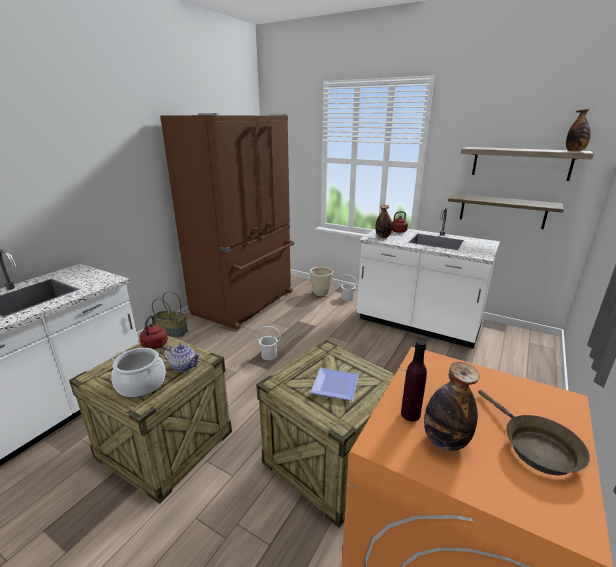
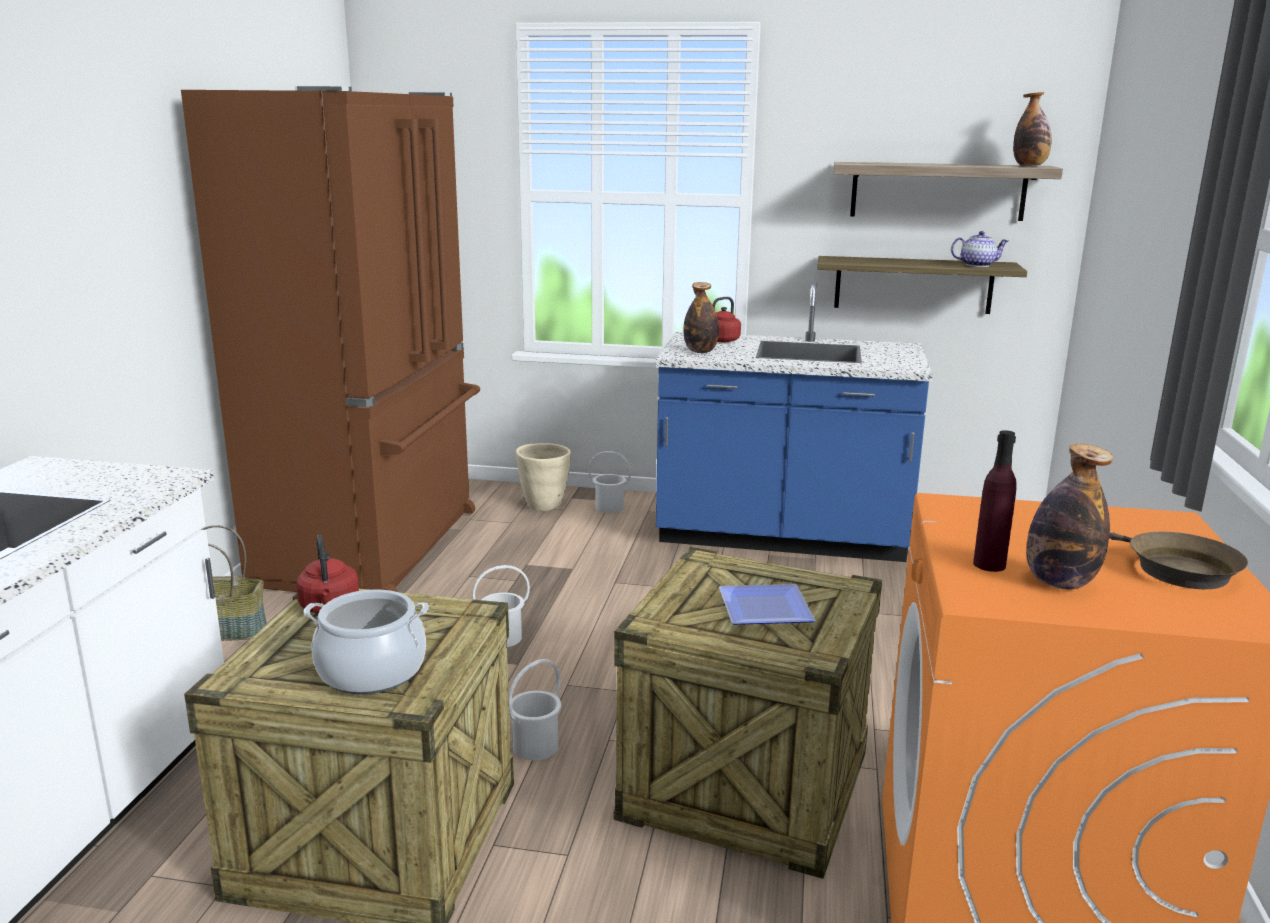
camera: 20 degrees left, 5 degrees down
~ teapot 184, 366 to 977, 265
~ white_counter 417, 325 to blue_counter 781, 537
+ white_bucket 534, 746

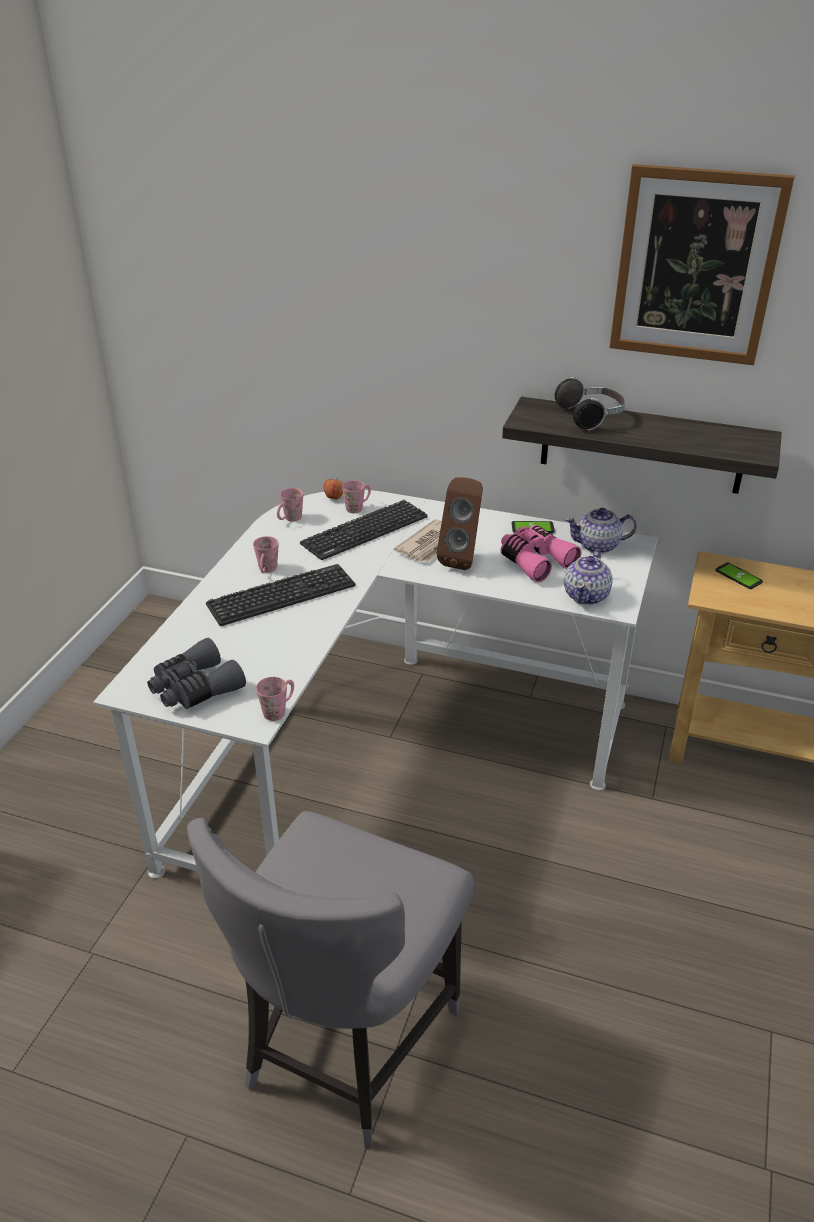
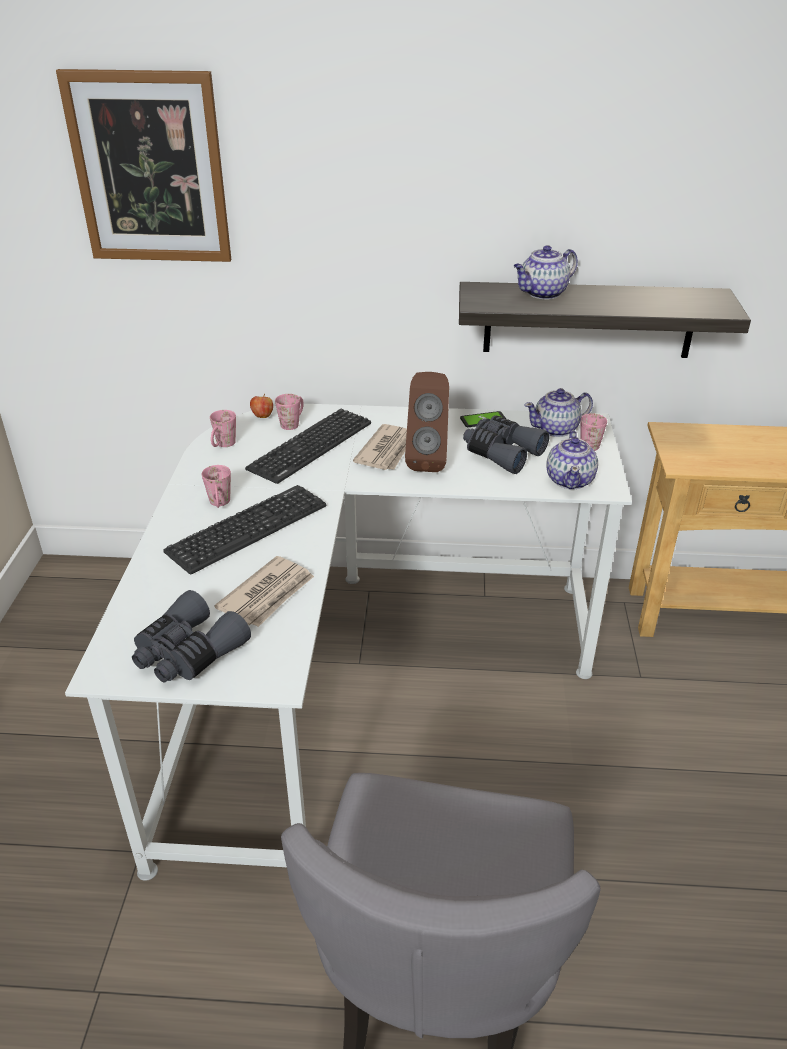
camera: 15 degrees left, 0 degrees up
~ pink_mug 279, 709 to 591, 443
~ pink_binoculars 535, 560 to grey_binoculars 501, 452
~ headphones 590, 417 to teapot 542, 293
~ picture 695, 266 to 149, 169
- phone 738, 576
+ newspaper 268, 595

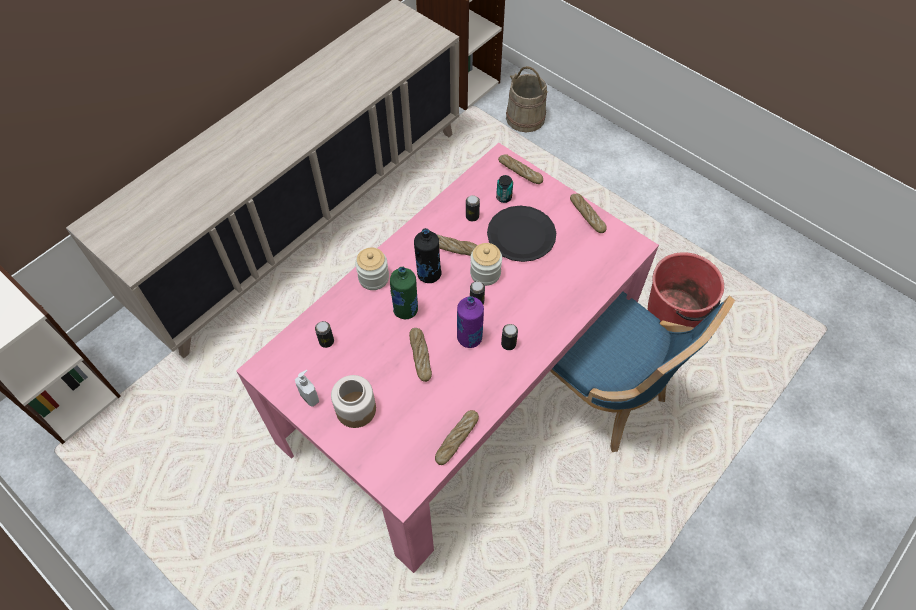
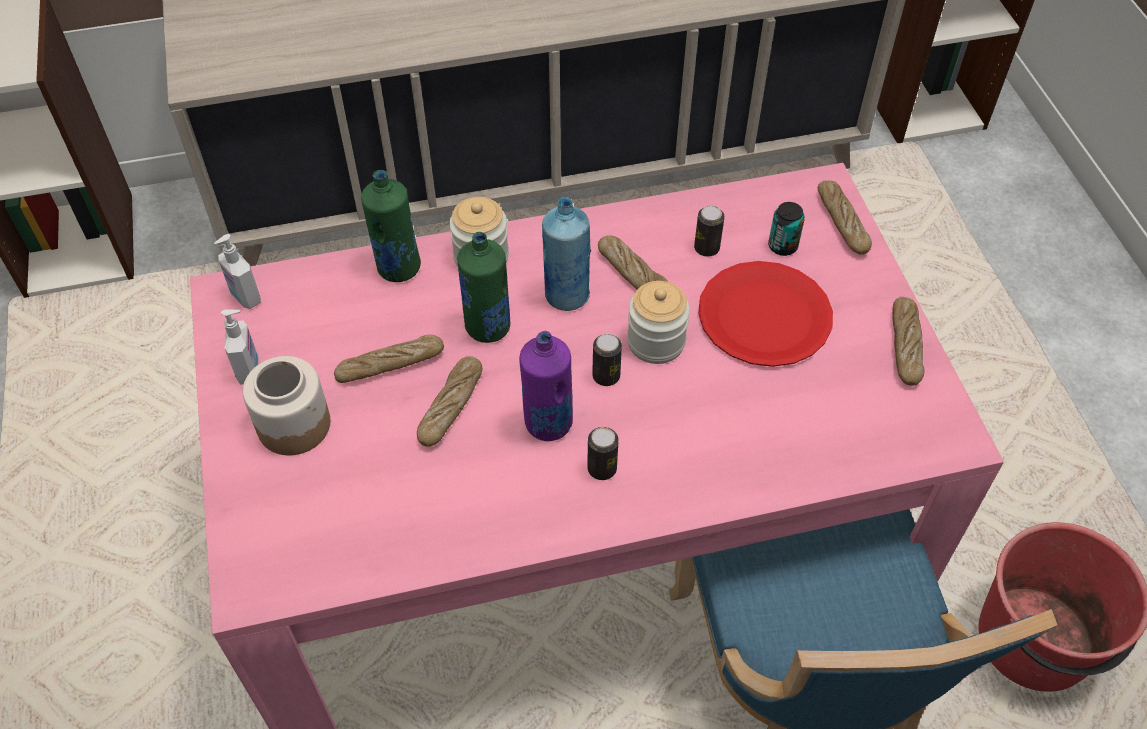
camera: 35 degrees right, 5 degrees down
- can 326, 341
~ black_bottle 428, 274 to blue_bottle 566, 295
~ bread 457, 439 to 390, 365
~ black_plate 521, 235 to red_plate 765, 316
- beige_bucket 525, 118
+ soap_dispenser 245, 297
+ green_bottle 398, 268

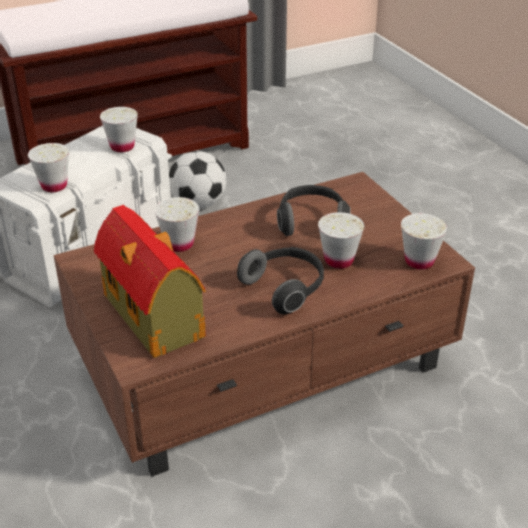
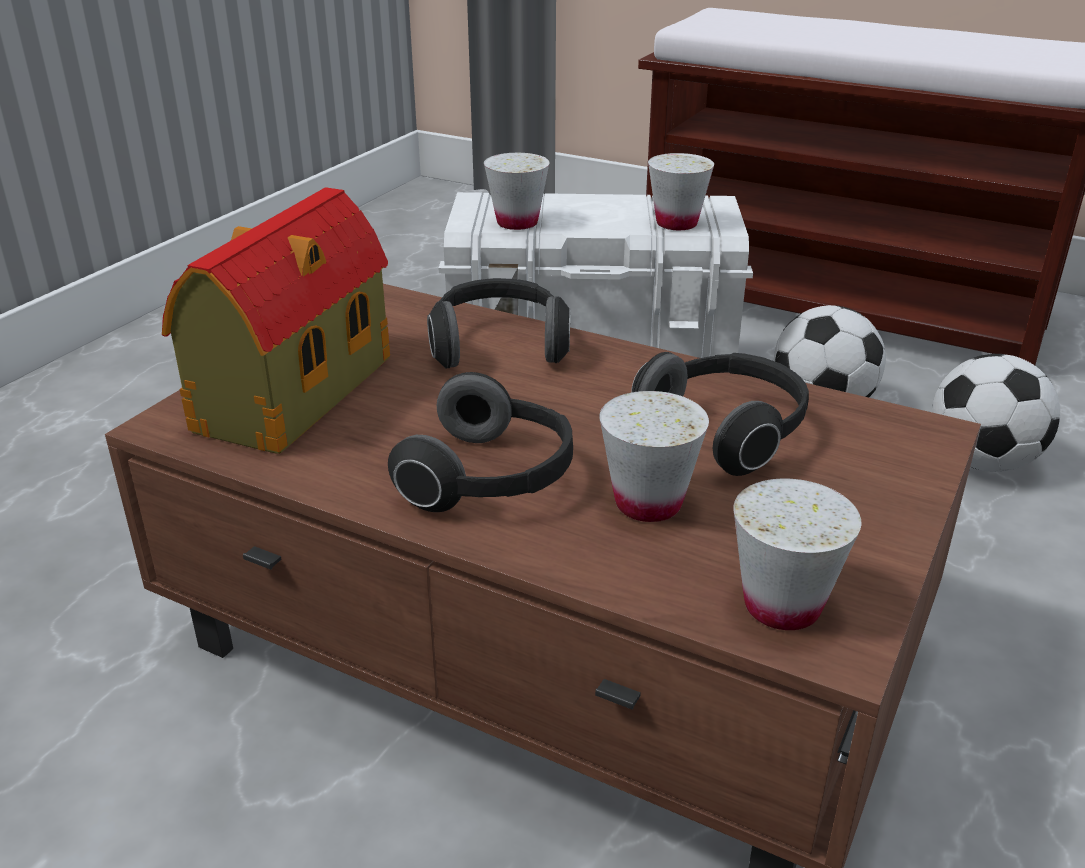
camera: 55 degrees right, 5 degrees down
~ white_cup 179, 244 to headphones 499, 346
+ football 982, 461

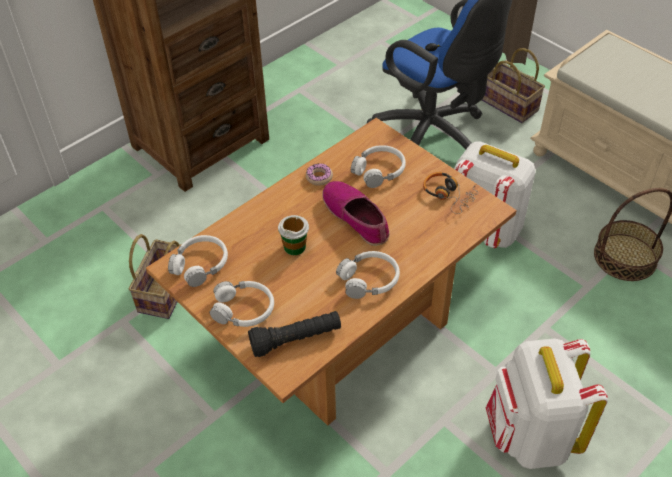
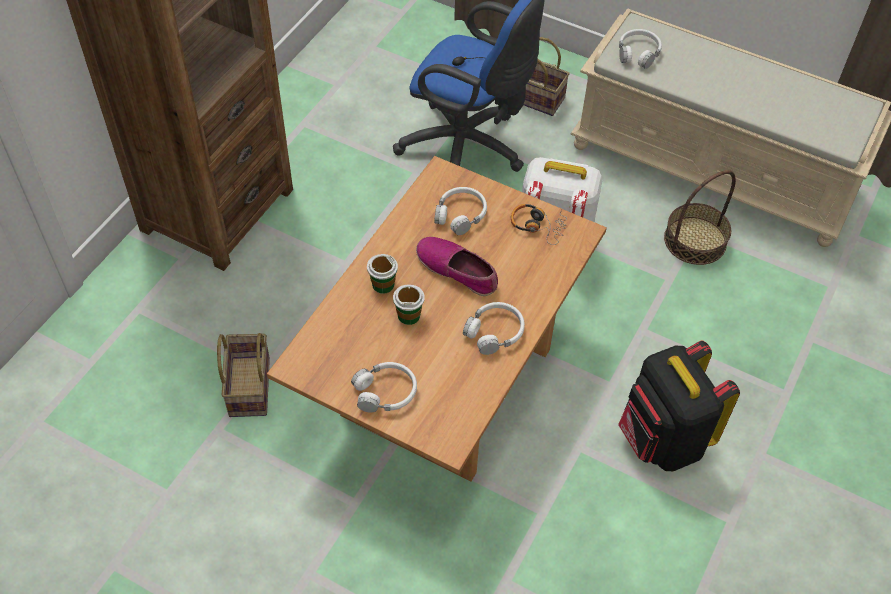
camera: 20 degrees left, 5 degrees up
~ white_headphones 200, 265 to 638, 53
- black_flashlight 296, 339
- donut 319, 177
~ white_backpack 530, 436 to black_backpack 662, 440
+ cup 383, 284

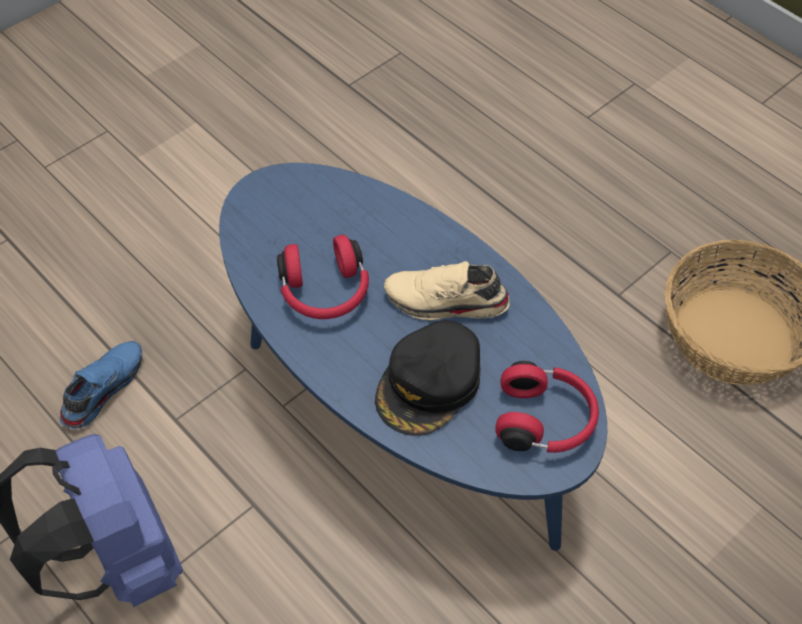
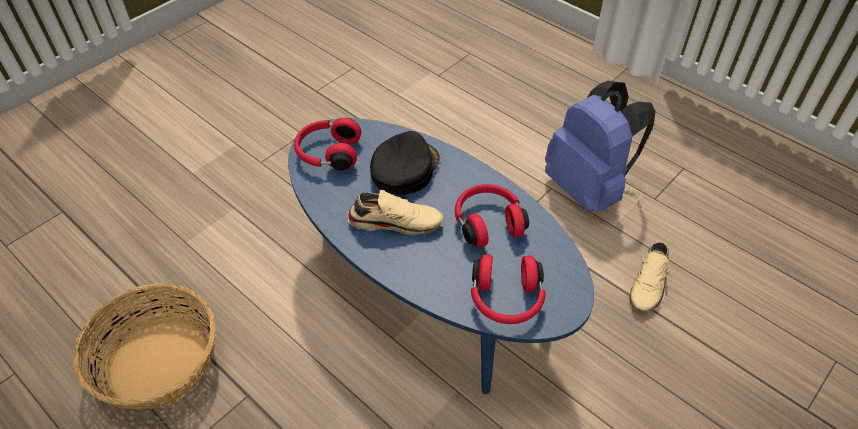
camera: 175 degrees right, 5 degrees down
~ blue_shoe 102, 388 to beige_shoe 649, 284
+ red_headphones 506, 299

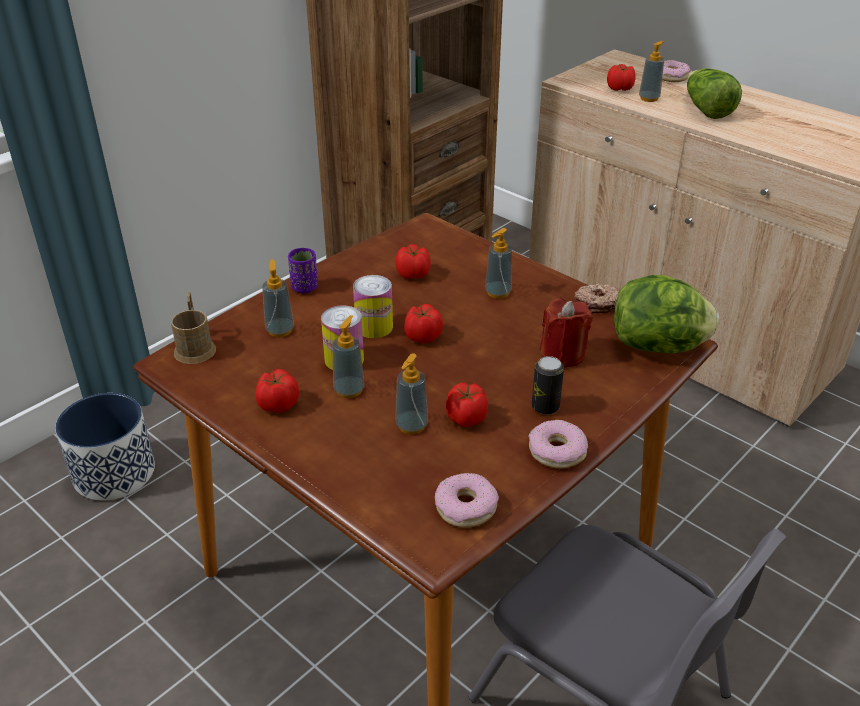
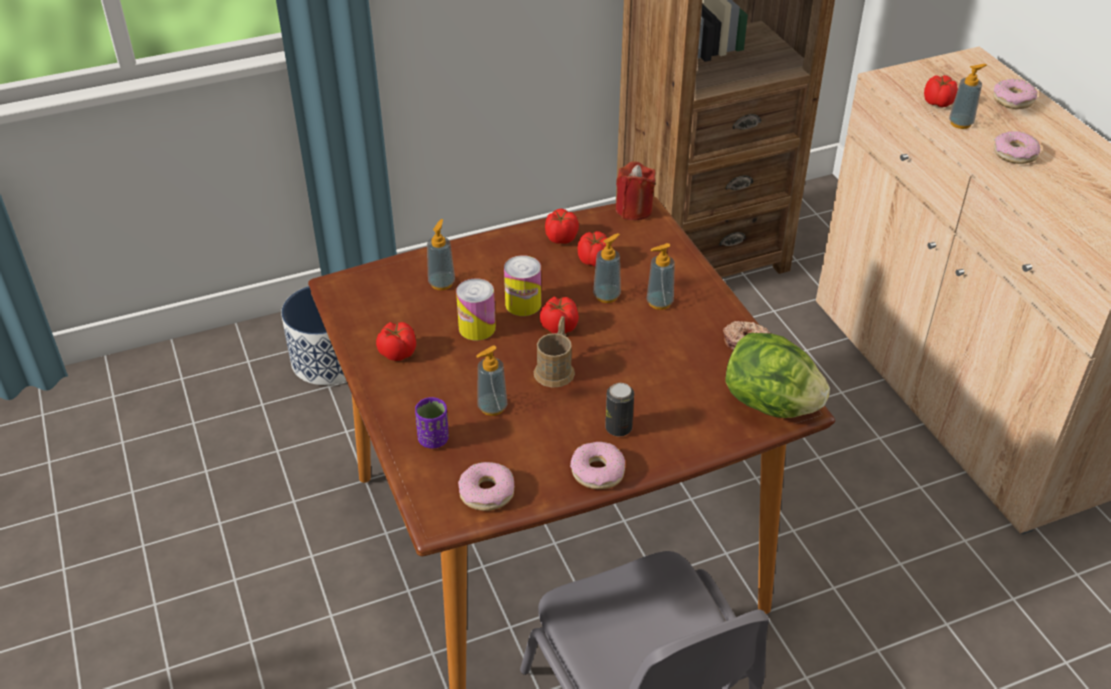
camera: 25 degrees right, 5 degrees up
~ brown_mug 195, 347 to 556, 368
~ purple_cup 304, 288 to 433, 439
~ soap_dispenser 349, 390 to 606, 296
~ tomato 466, 419 to 560, 238
~ red_candle 563, 354 to 634, 210
~ lettuce 706, 110 to donut 1015, 154

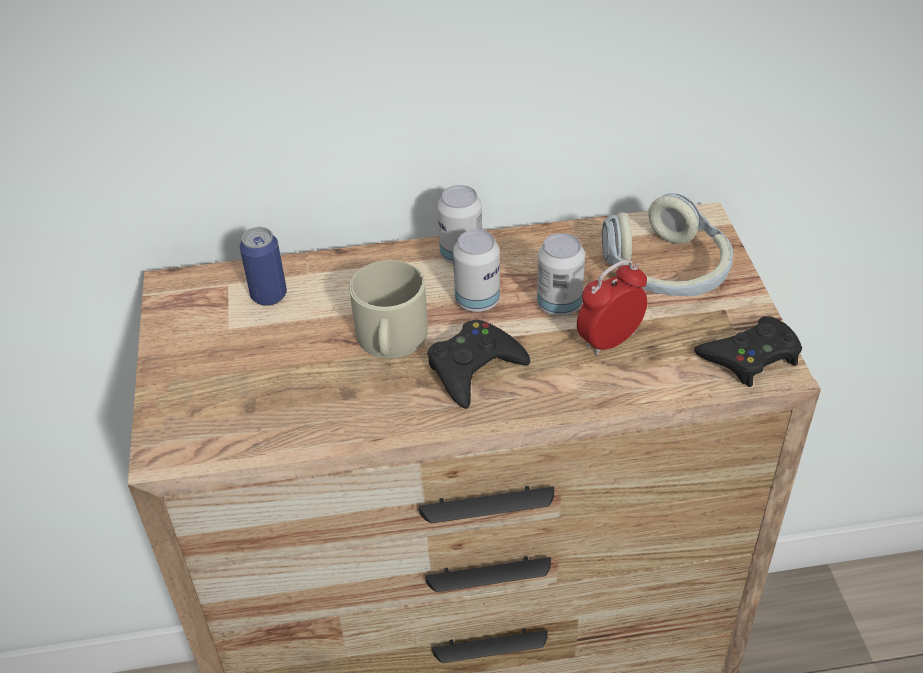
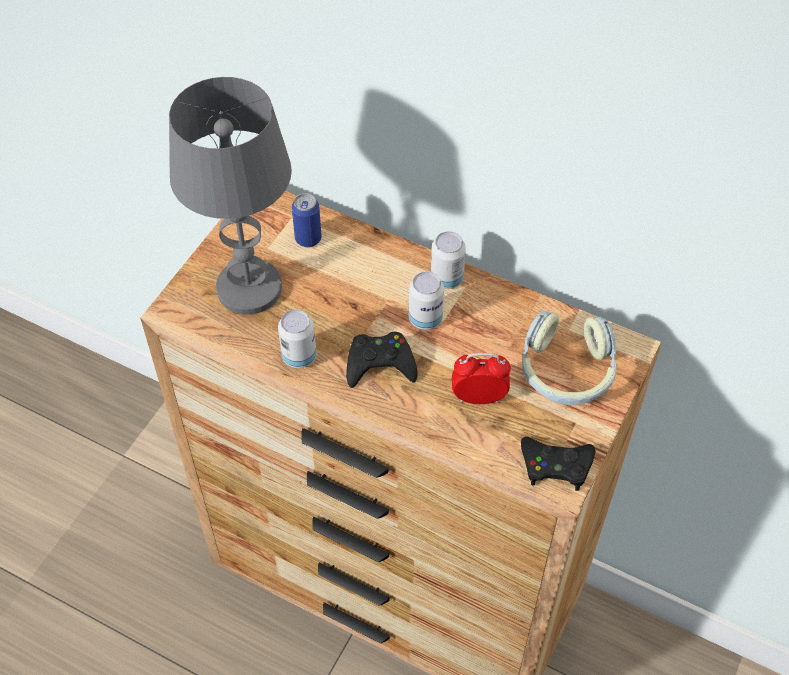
camera: 35 degrees right, 10 degrees up
- beige_mug 390, 340
~ can 559, 305 to 299, 356
+ grey_table_lamp 248, 289

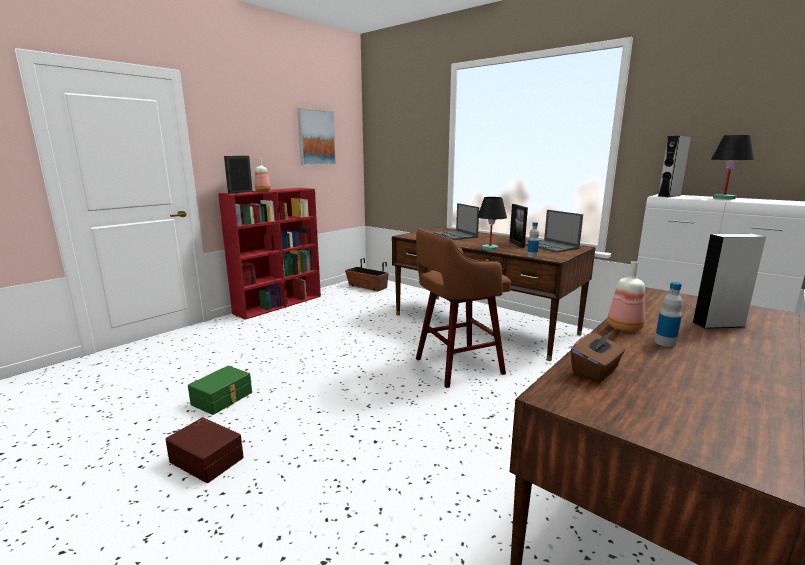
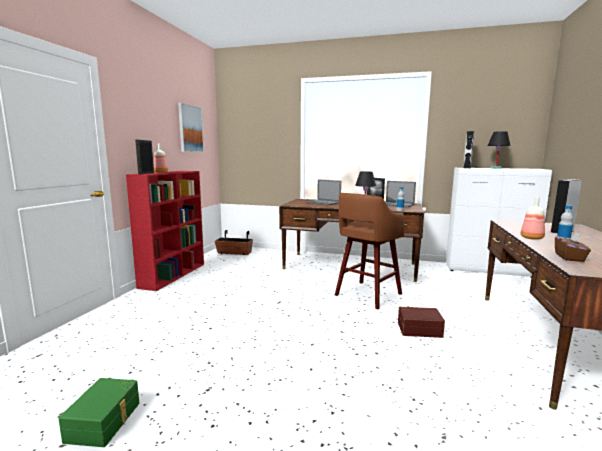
camera: 25 degrees left, 5 degrees down
~ brown_storage_box 208, 458 to 419, 329
~ green_storage_box 223, 399 to 105, 421

